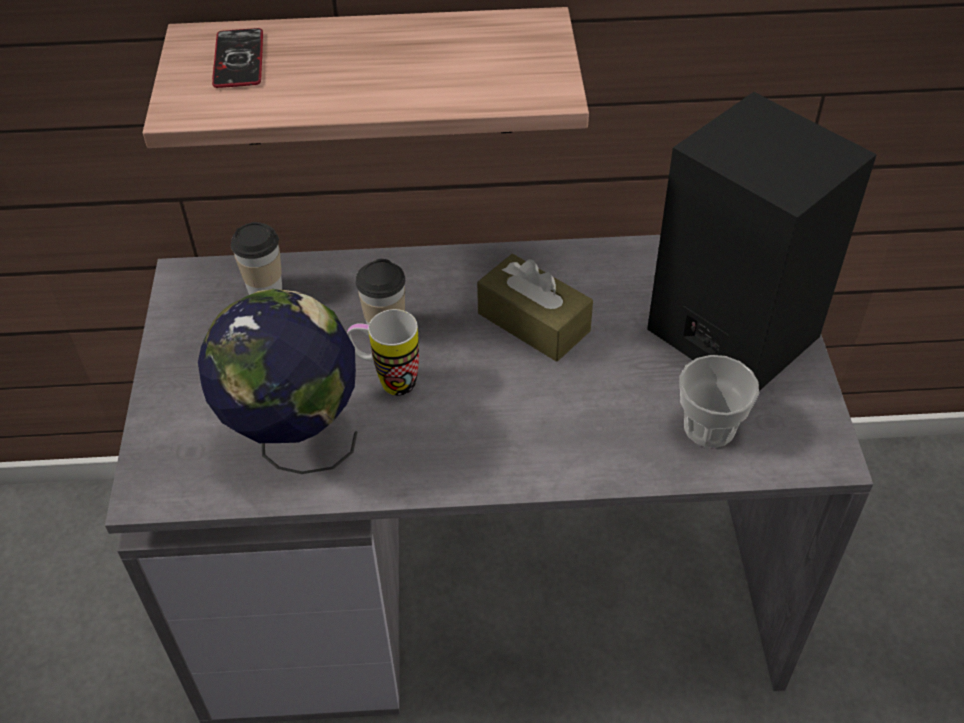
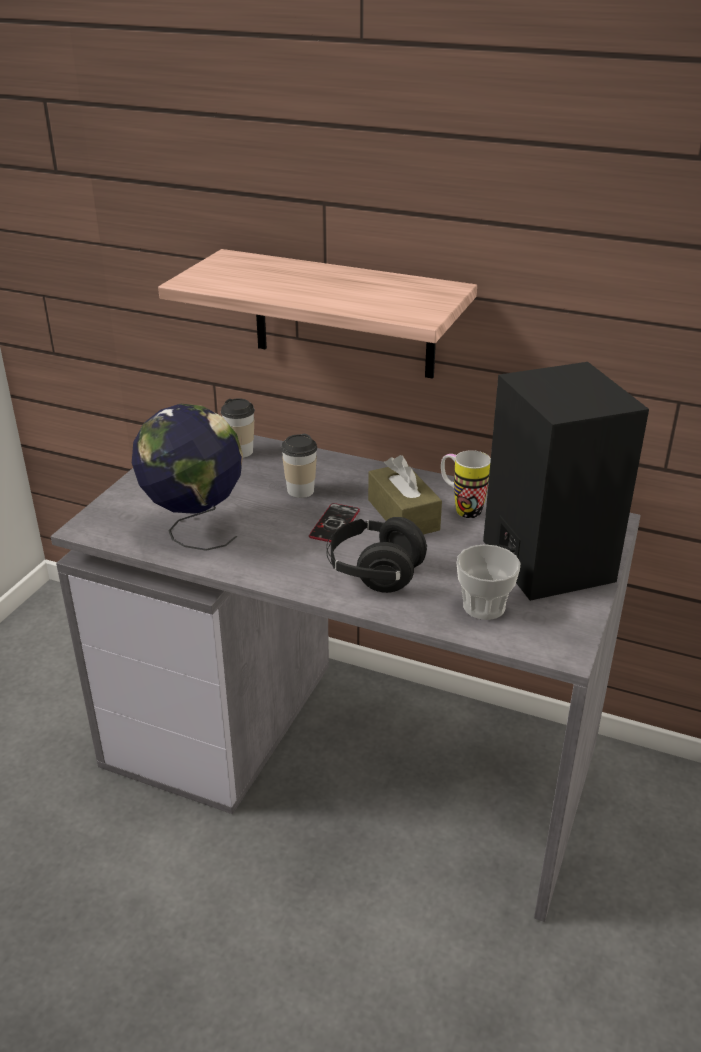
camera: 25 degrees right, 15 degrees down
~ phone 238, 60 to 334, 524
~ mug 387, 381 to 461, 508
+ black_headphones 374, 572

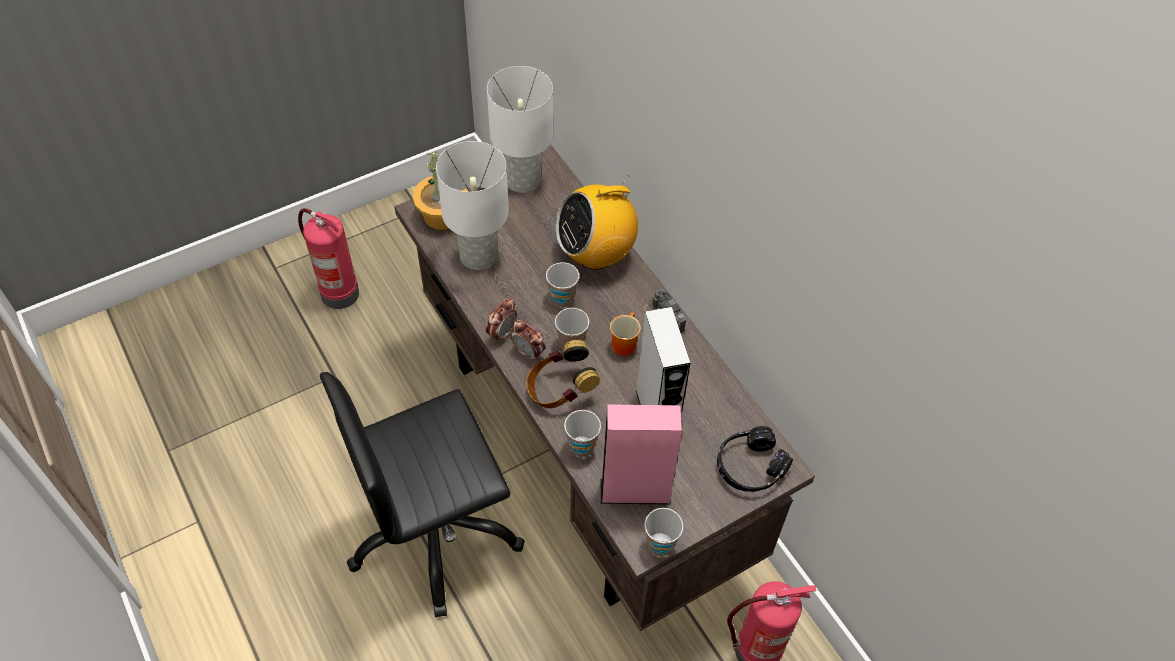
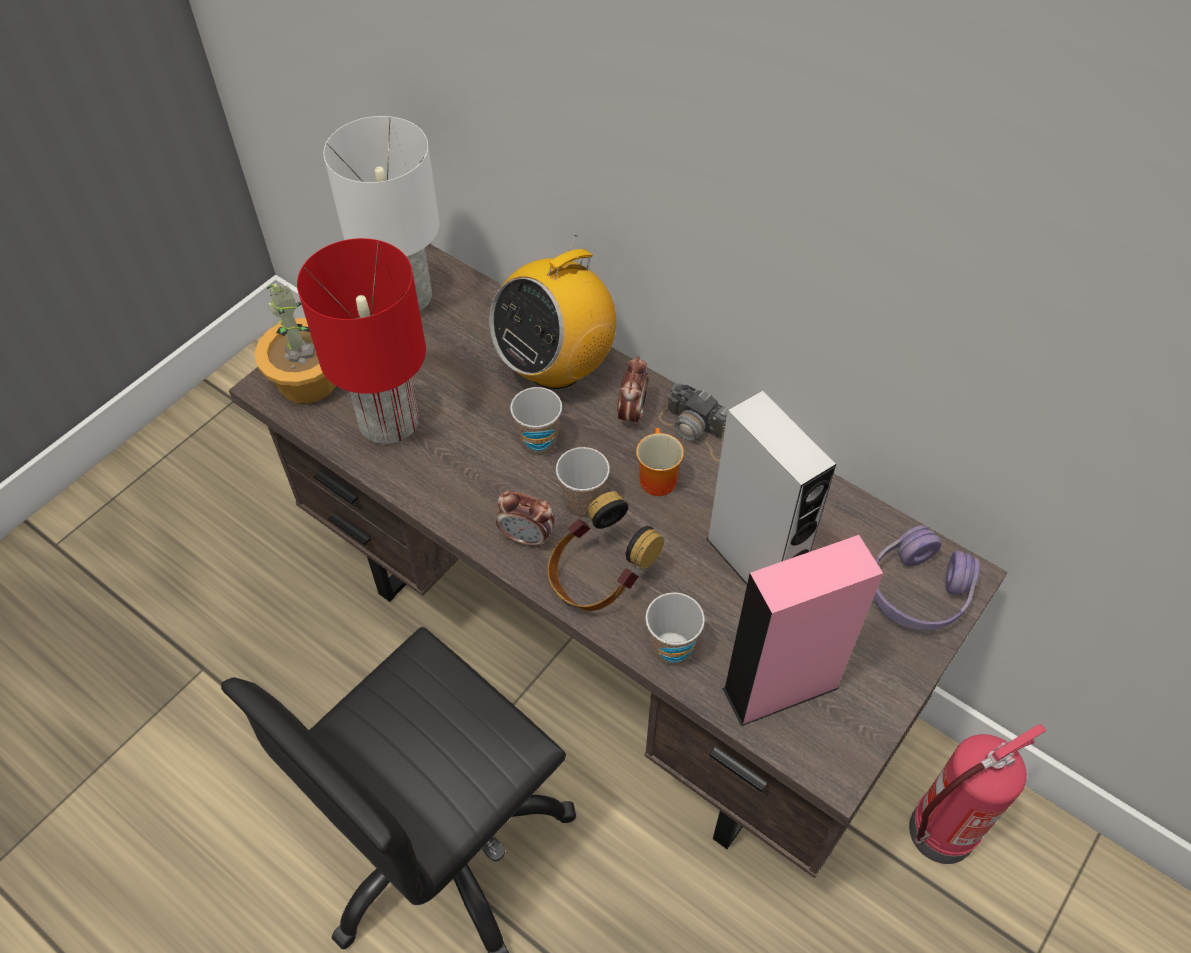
camera: 20 degrees left, 0 degrees up
- fire_extinguisher 338, 293
~ white_table_lamp 480, 256 to red_table_lamp 391, 421
~ alarm_clock 502, 333 to 632, 413
- cup 660, 544
~ black_headphones 750, 467 to purple_headphones 917, 591

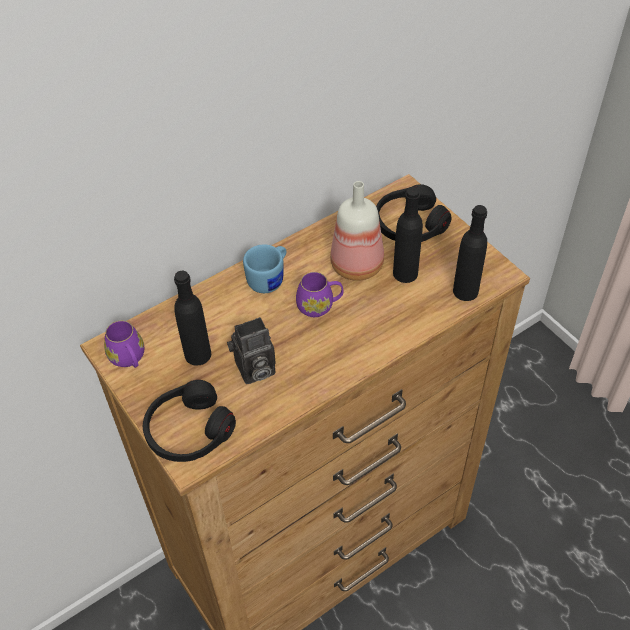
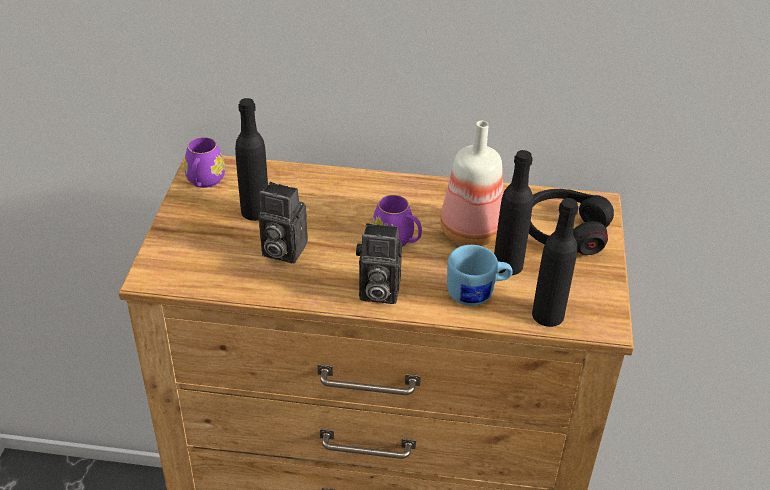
camera: 40 degrees right, 10 degrees down
- black_headphones 188, 430
~ blue_mug 269, 279 to 477, 293
+ photo_camera 377, 292

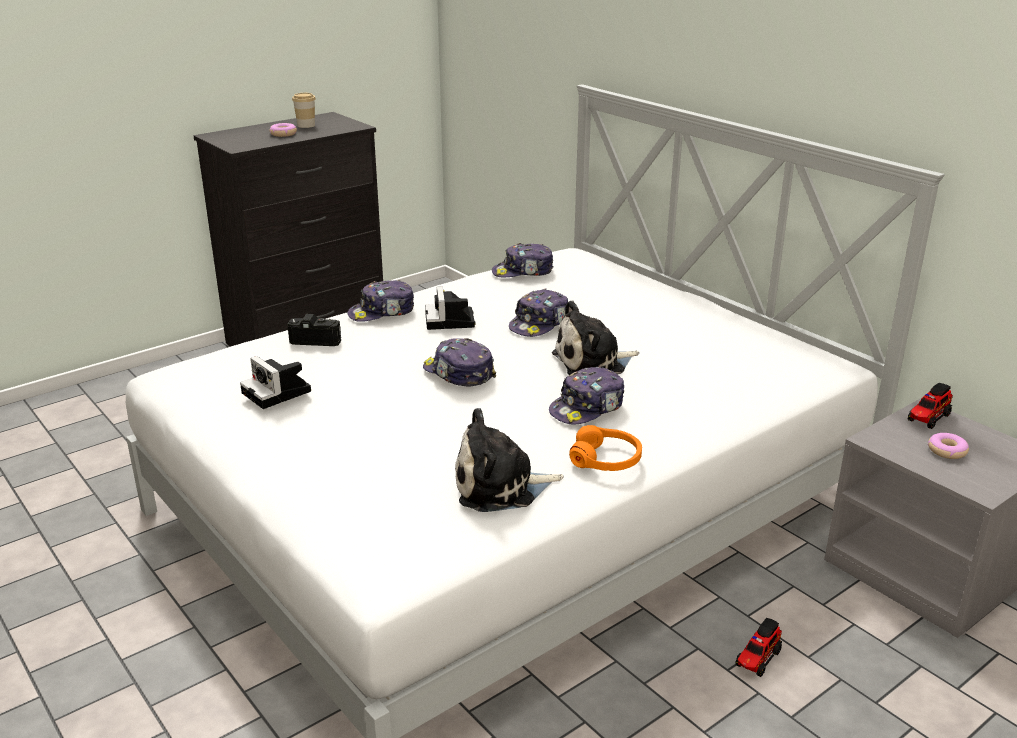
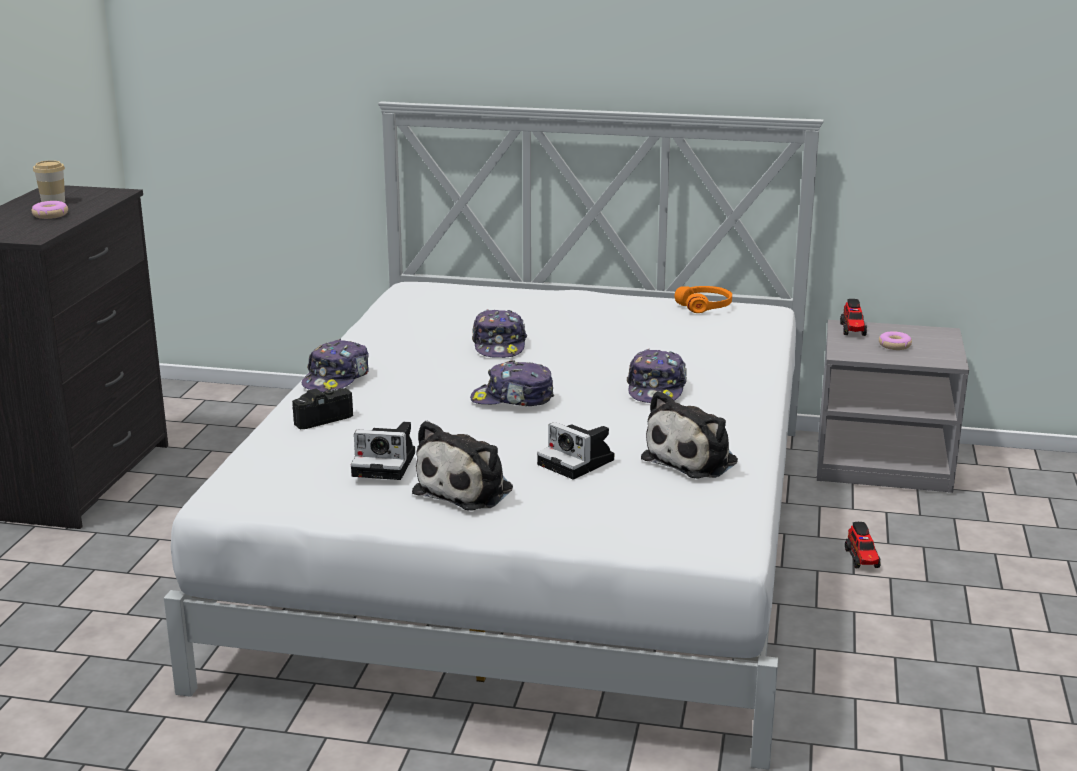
camera: 40 degrees left, 5 degrees down
~ photo_camera 450, 321 to 578, 463
- cap 523, 272
~ plush_toy 593, 363 to 468, 489
~ orange_headphones 606, 459 to 704, 306

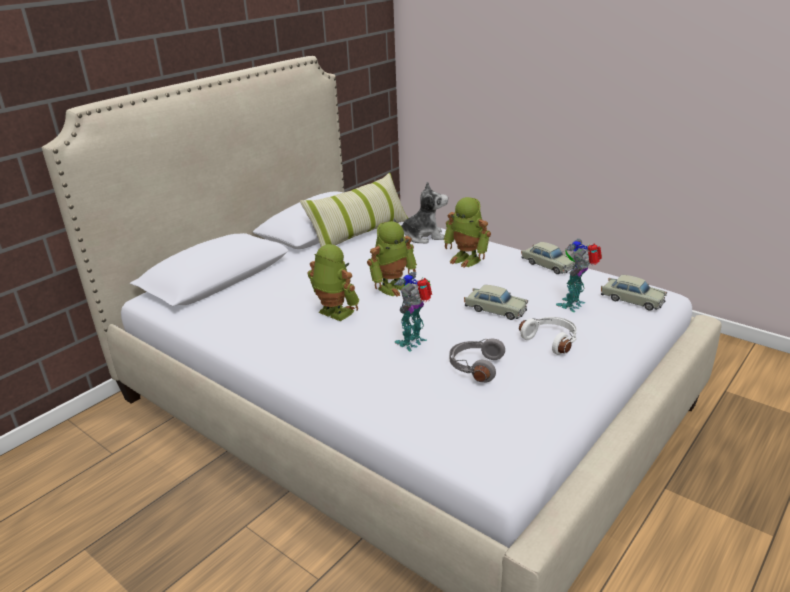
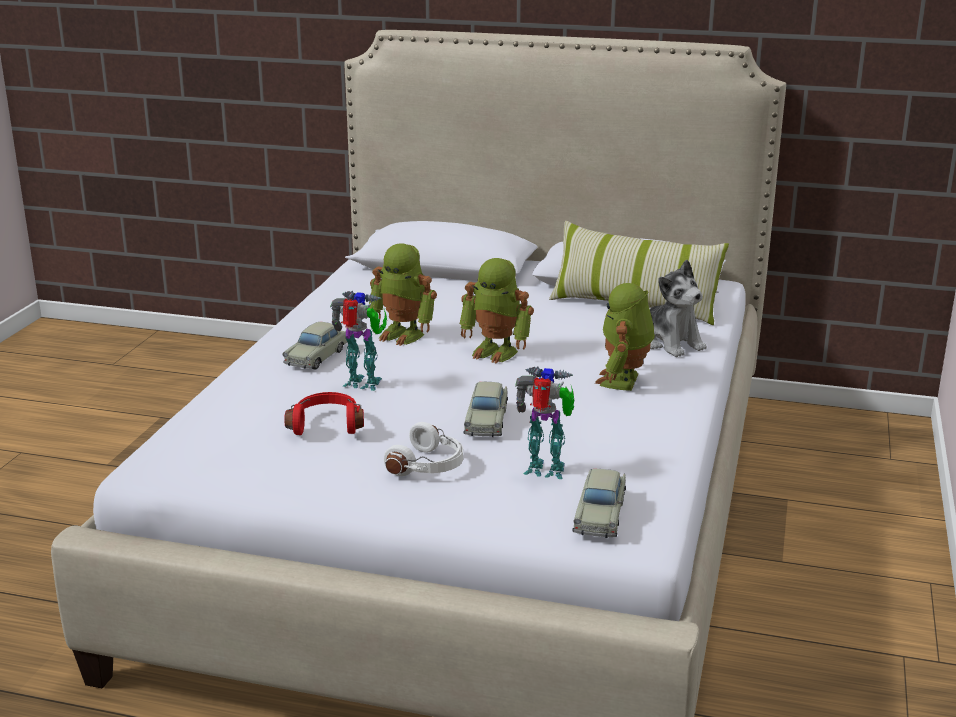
camera: 65 degrees right, 5 degrees down
~ toy_robot 334, 313 = 404, 334 105 degrees clockwise
~ grey_headphones 475, 367 to red_headphones 327, 424
~ beige_toy_car 547, 265 to 318, 356

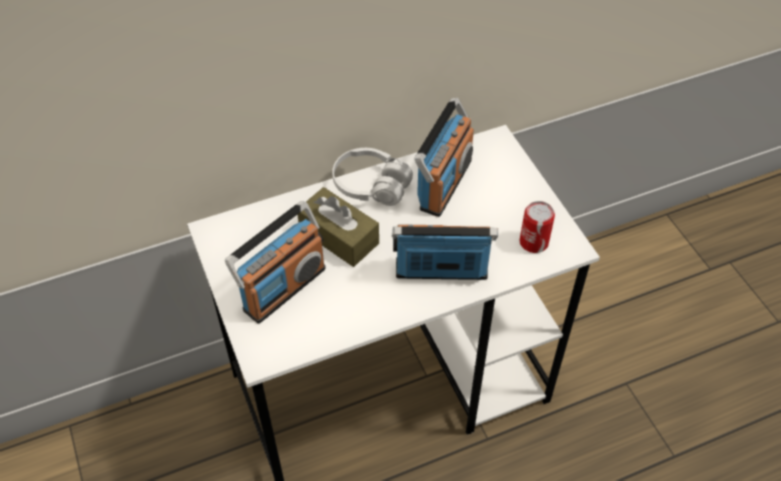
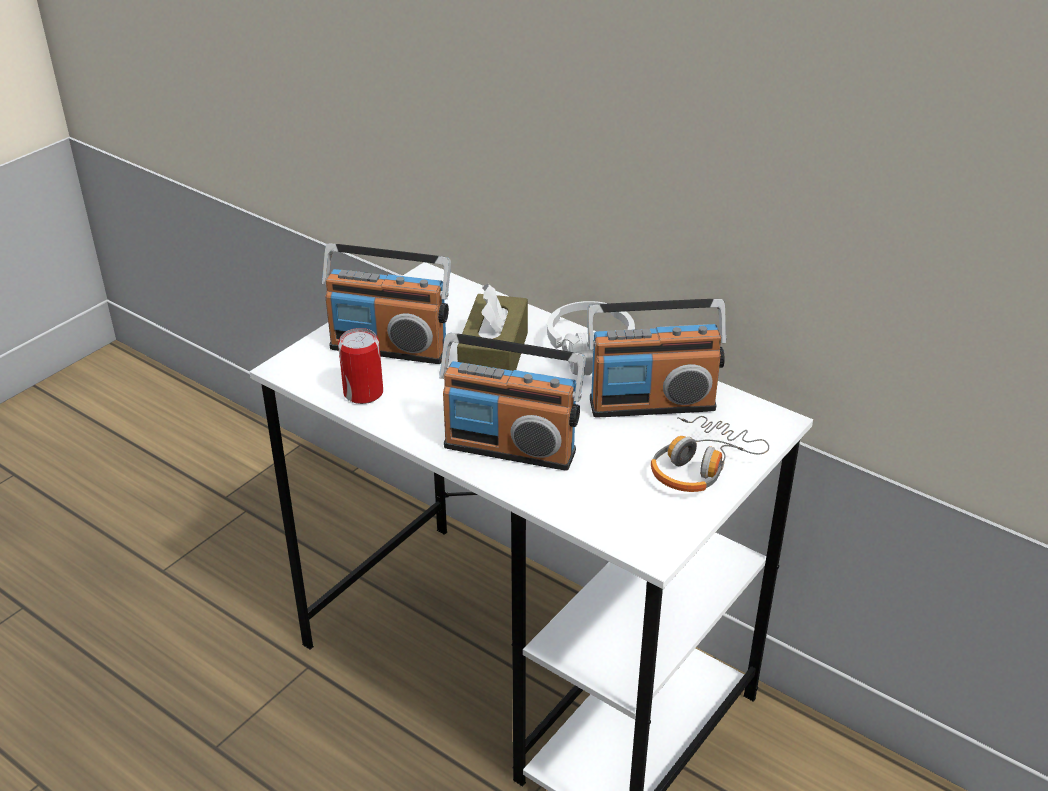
camera: 60 degrees right, 15 degrees down
~ radio 441, 271 = 510, 448 135 degrees clockwise
~ can 533, 242 to 363, 393
+ headphones 700, 465

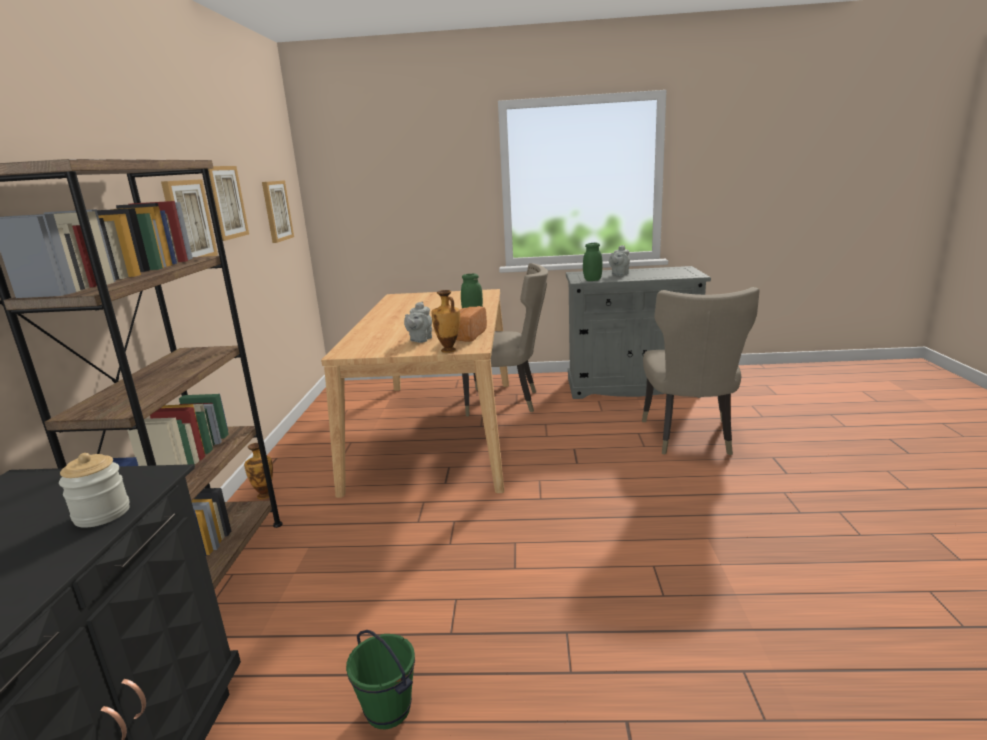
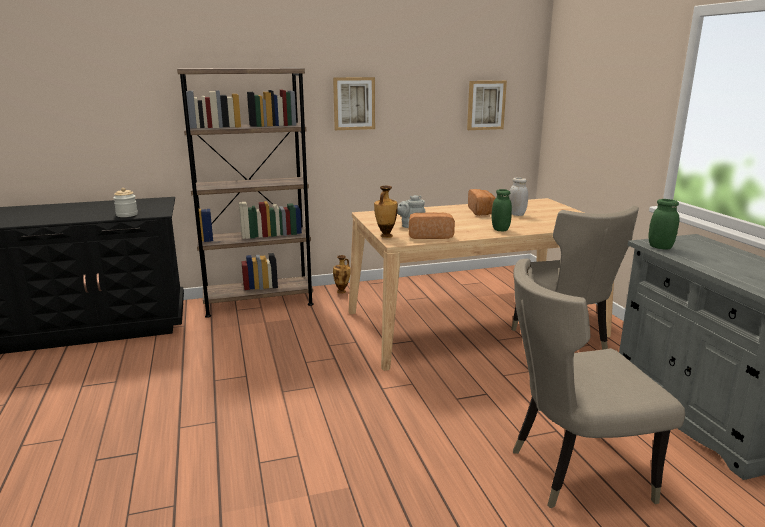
camera: 70 degrees right, 0 degrees up
- picture 225, 202
- green_bucket 387, 710
- grey_teapot 619, 274
+ bread 482, 211
+ white_jar 516, 214

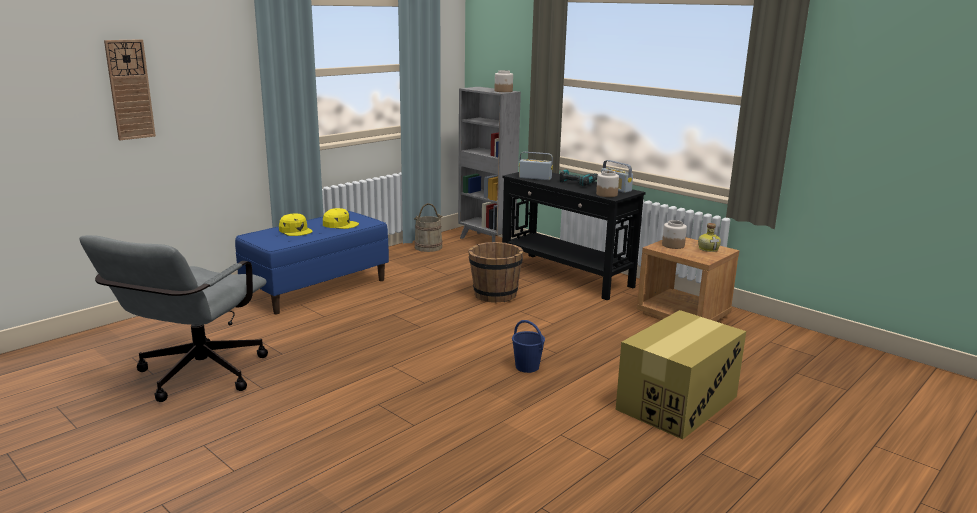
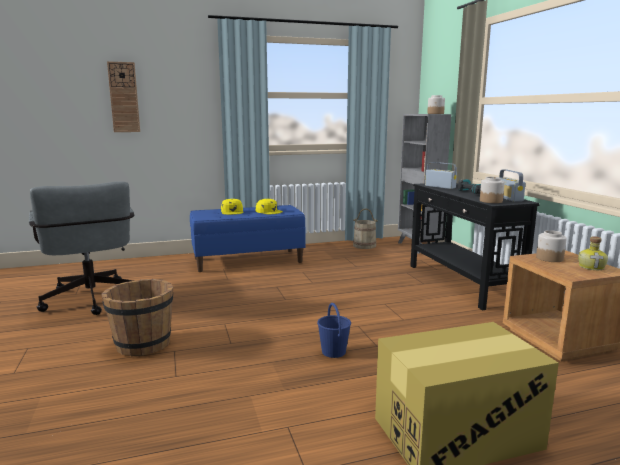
camera: 30 degrees right, 5 degrees down
~ grey_office_chair 194, 378 = 92, 301 75 degrees counterclockwise
~ brown_bucket 494, 295 to 143, 344

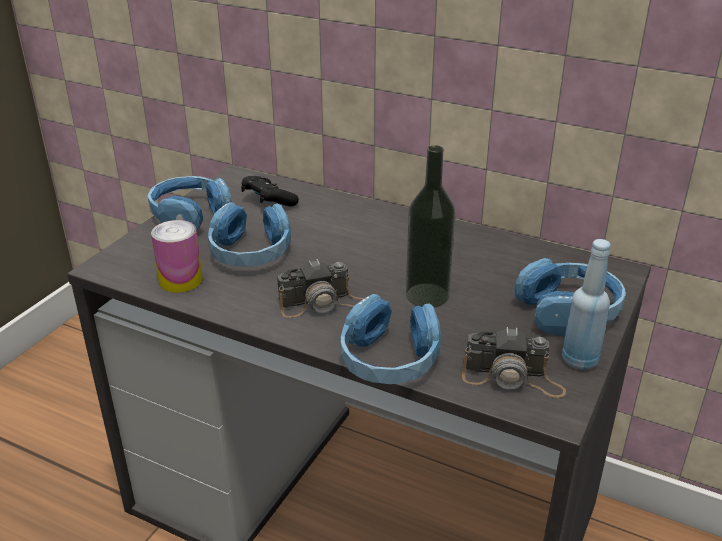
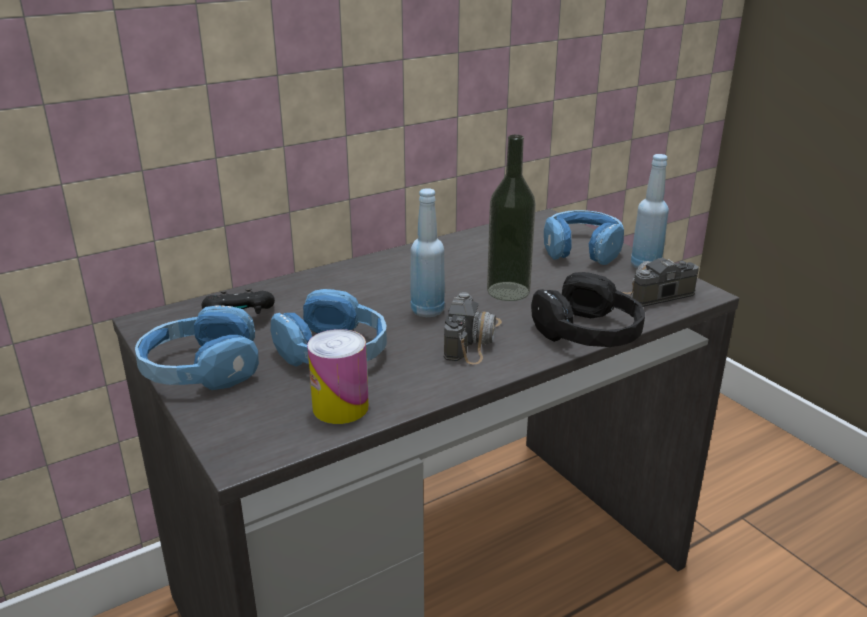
camera: 60 degrees left, 5 degrees down
~ blue_headphones 389, 359 to black_headphones 588, 333
~ photo_camera 513, 378 = 650, 294 150 degrees counterclockwise
+ blue_bottle 427, 311

